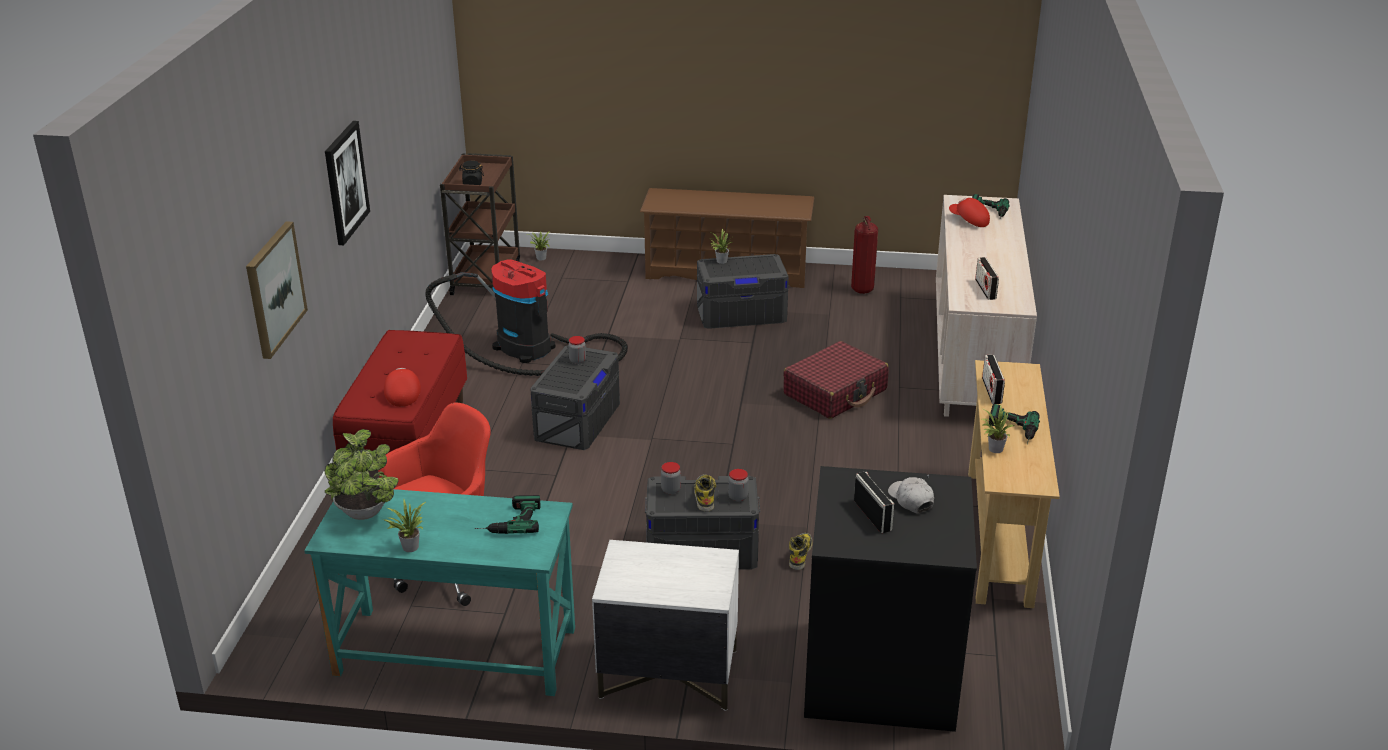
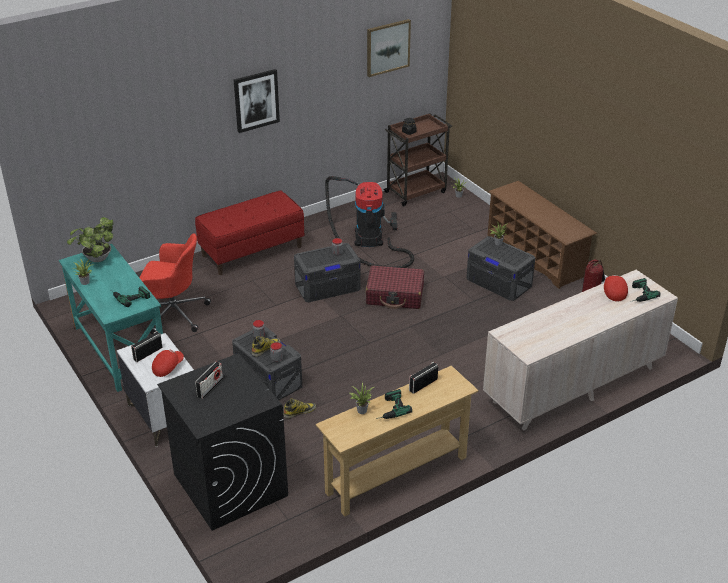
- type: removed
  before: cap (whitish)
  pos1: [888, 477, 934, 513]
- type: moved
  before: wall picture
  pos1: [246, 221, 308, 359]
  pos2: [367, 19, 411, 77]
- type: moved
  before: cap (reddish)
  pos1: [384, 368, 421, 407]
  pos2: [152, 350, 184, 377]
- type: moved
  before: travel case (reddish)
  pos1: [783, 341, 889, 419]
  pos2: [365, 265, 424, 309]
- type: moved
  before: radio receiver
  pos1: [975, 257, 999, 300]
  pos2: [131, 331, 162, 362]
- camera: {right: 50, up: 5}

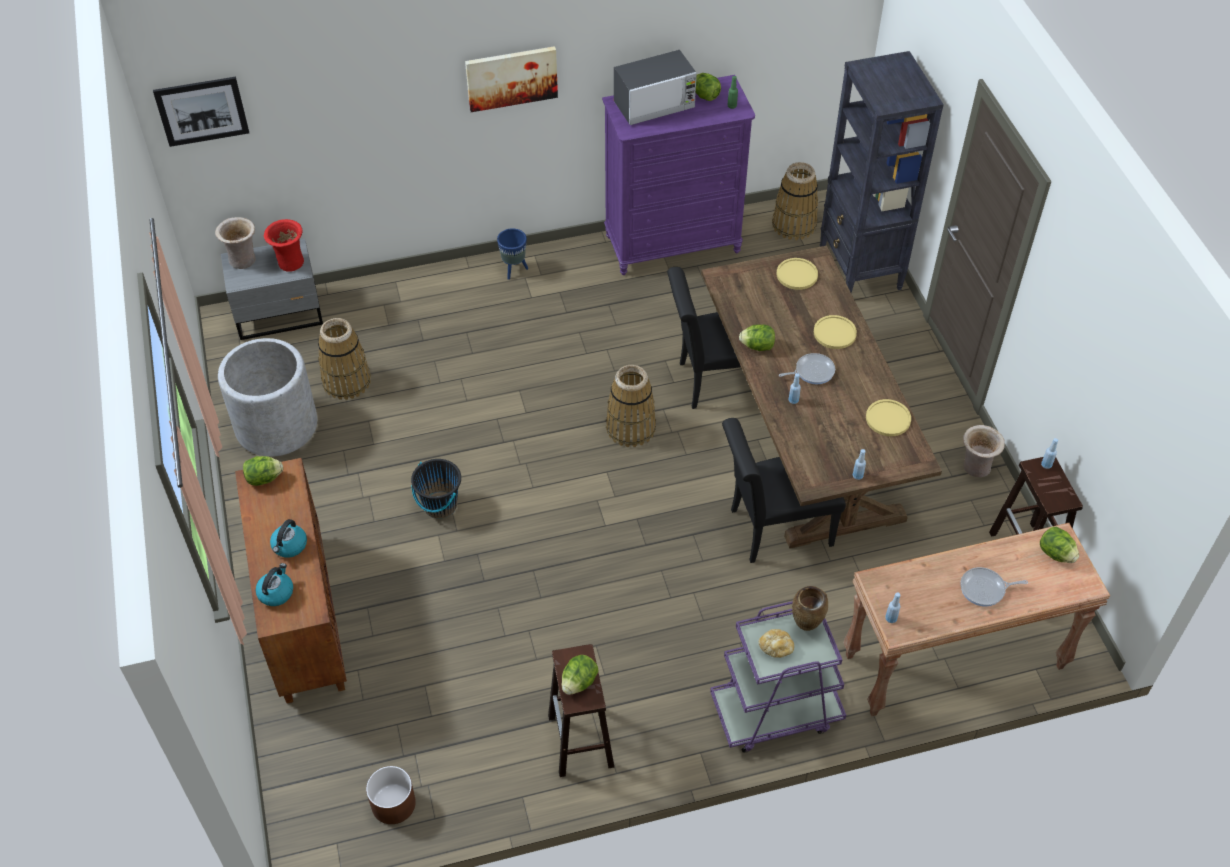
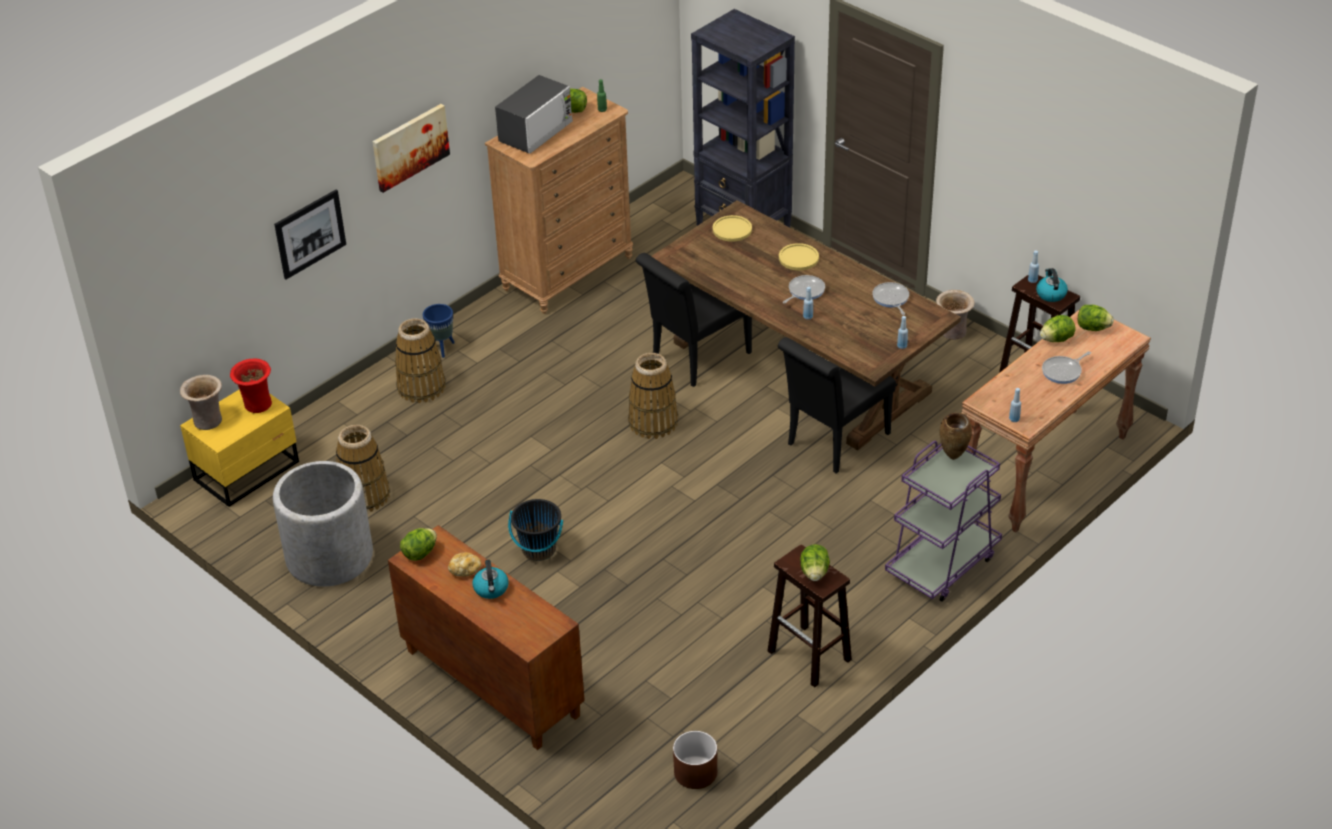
- type: moved
  before: wall picture
  pos1: [153, 77, 249, 147]
  pos2: [274, 190, 346, 280]
- type: moved
  before: kettle
  pos1: [256, 563, 293, 606]
  pos2: [1036, 268, 1068, 302]
- type: moved
  before: lettuce head
  pos1: [739, 324, 775, 351]
  pos2: [1040, 315, 1075, 342]
- type: moved
  before: baked bread
  pos1: [759, 629, 794, 658]
  pos2: [448, 552, 481, 577]
- type: moved
  before: storage basket
  pos1: [772, 162, 818, 240]
  pos2: [395, 318, 446, 403]
- type: replaced
  before: dinner plate (yellow-coloured)
  after: skillet
  pos1: [866, 399, 911, 436]
  pos2: [872, 282, 909, 315]
- type: recoloured
  before: bedside table (grey)
  after: bedside table (yellow-coloured)
  pos1: [221, 239, 323, 340]
  pos2: [180, 389, 299, 507]
- type: recoloured
  before: drawer chest (purple)
  after: drawer chest (brown)
  pos1: [602, 75, 755, 275]
  pos2: [485, 87, 633, 314]
- camera: {right: -30, up: -10}

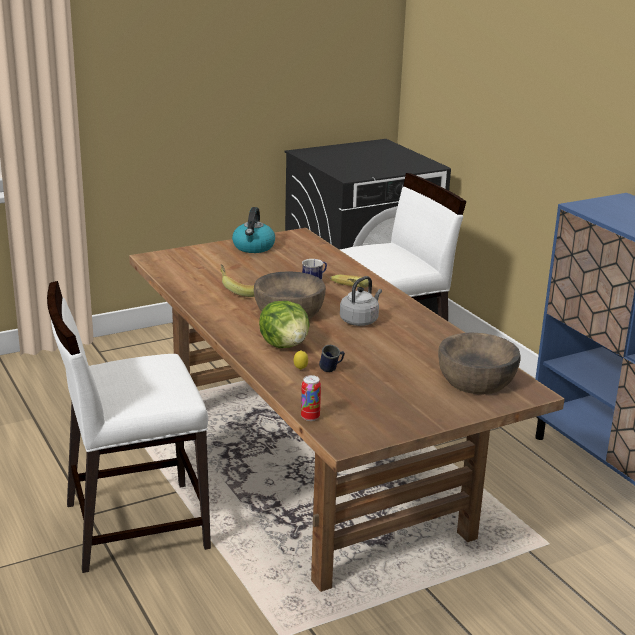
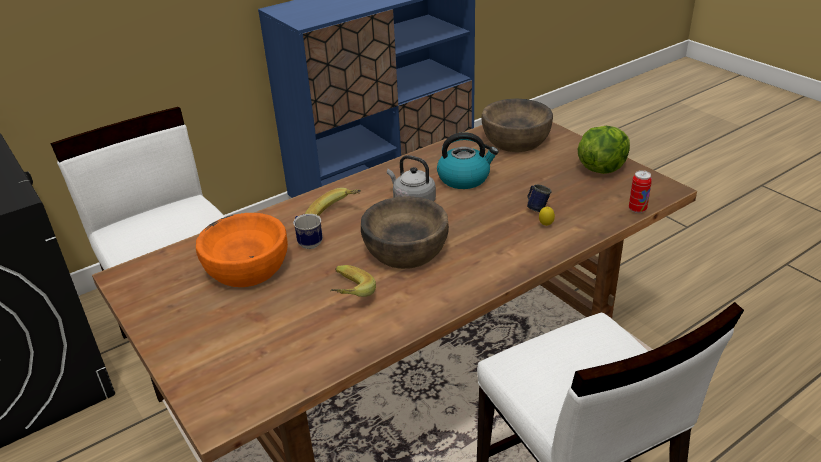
- type: added
  after: deep dish (orangey)
  pos2: [196, 213, 288, 287]
- type: moved
  before: kettle
  pos1: [232, 207, 275, 253]
  pos2: [437, 132, 499, 189]
- type: moved
  before: lettuce head
  pos1: [259, 301, 310, 348]
  pos2: [578, 126, 630, 174]
- camera: {right: -95, up: 10}

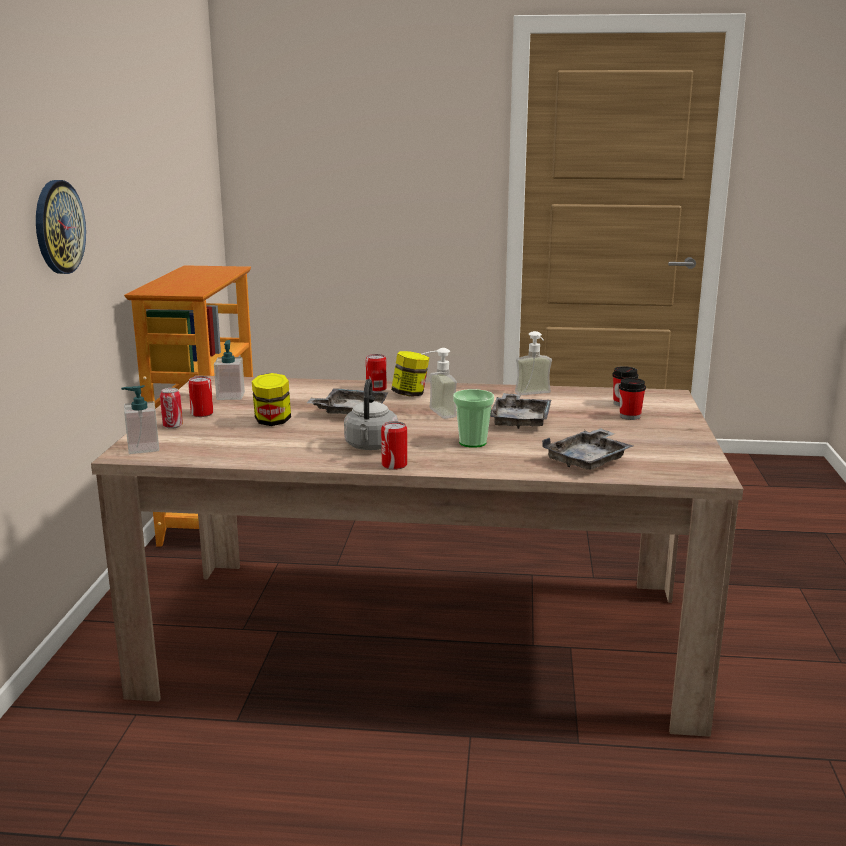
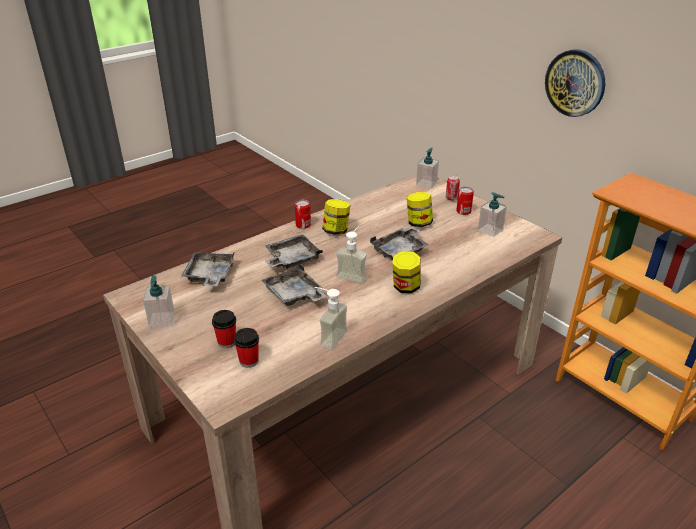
- type: removed
  before: can
  pos1: [366, 354, 387, 392]
- type: added
  after: liquid soap bottle
  pos2: [143, 275, 175, 327]
- type: replaced
  before: kettle (grey)
  after: storage jar
  pos1: [344, 379, 398, 450]
  pos2: [322, 199, 350, 235]
- type: replaced
  before: small cup
  after: tray (grey)
  pos1: [453, 389, 494, 448]
  pos2: [265, 234, 323, 269]
- camera: {right: 135, up: 15}

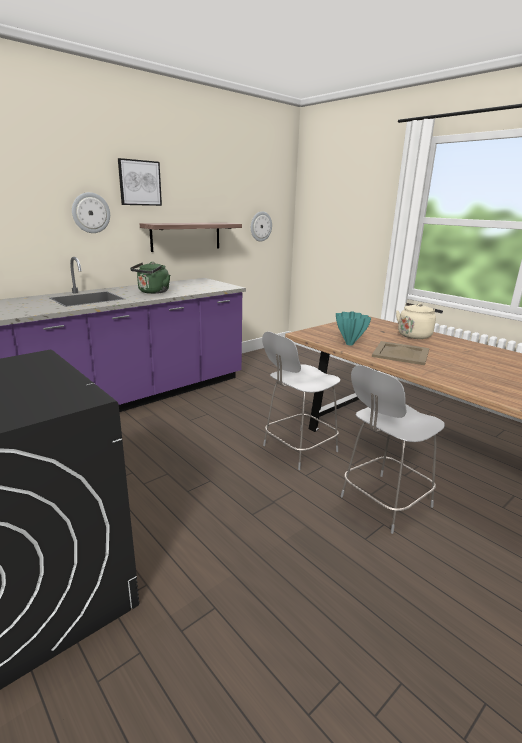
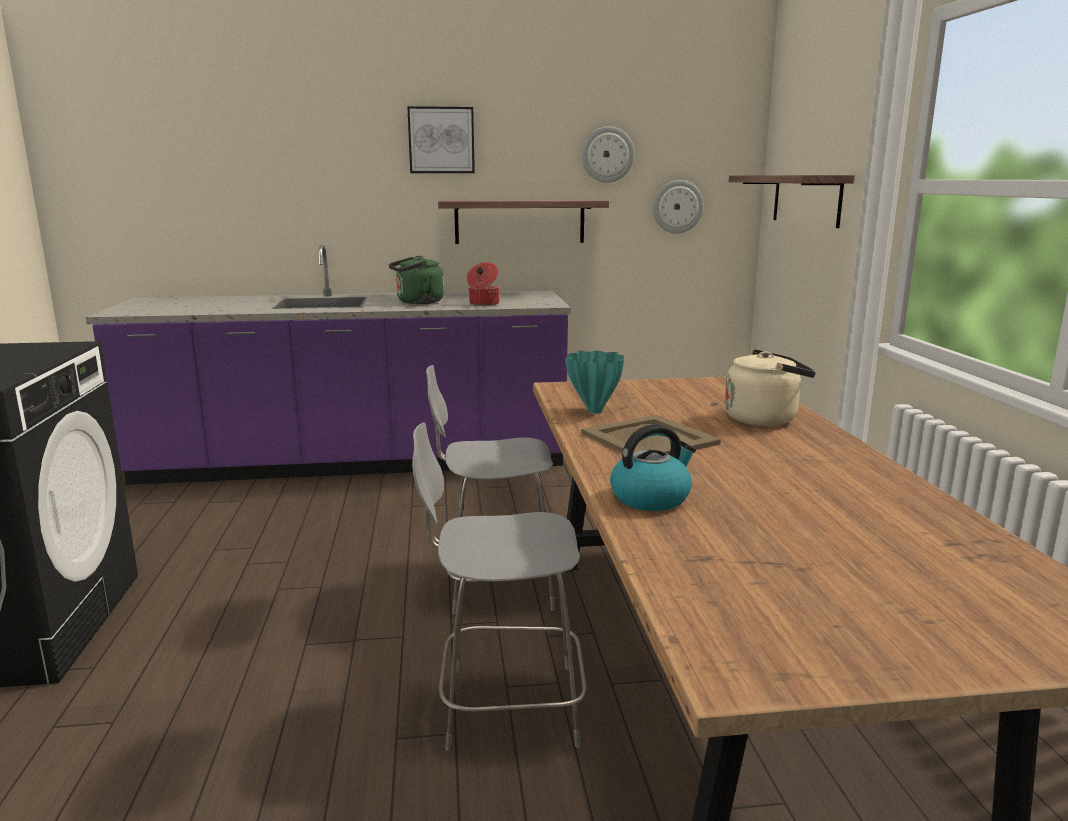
- type: added
  after: cooking pot
  pos2: [467, 262, 500, 306]
- type: added
  after: kettle
  pos2: [610, 424, 696, 511]
- type: added
  after: bracket shelf
  pos2: [729, 175, 855, 228]
- type: moved
  before: wall clock
  pos1: [72, 192, 110, 233]
  pos2: [582, 126, 634, 183]
- camera: {right: 35, up: -5}

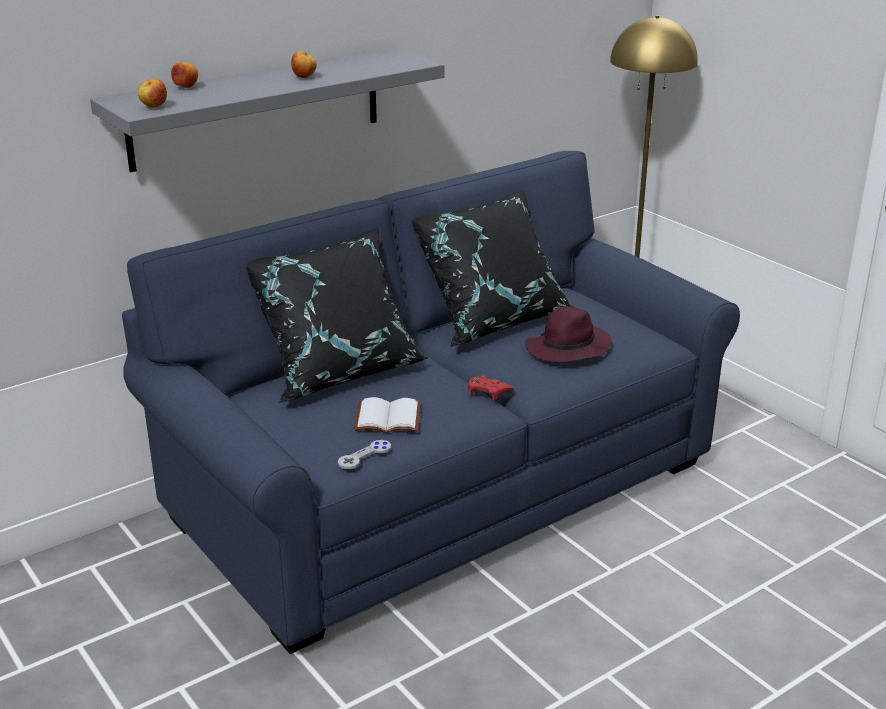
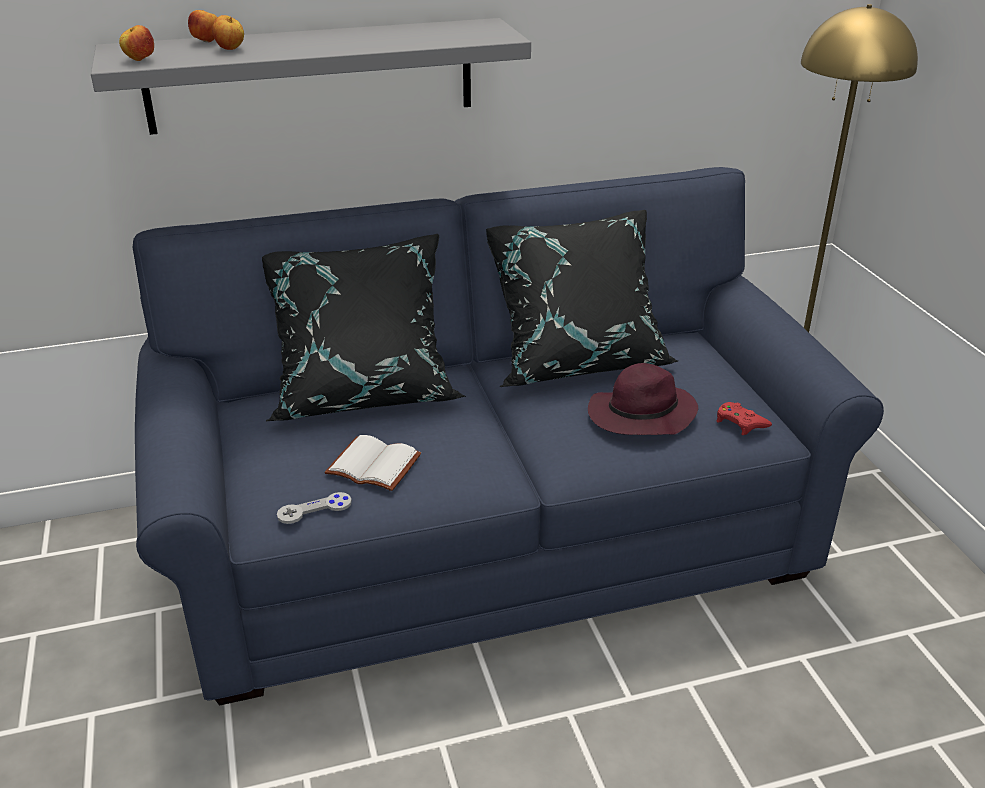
- type: moved
  before: whole apple
  pos1: [291, 51, 317, 78]
  pos2: [212, 15, 244, 50]
- type: moved
  before: joypad (reddish)
  pos1: [468, 375, 514, 401]
  pos2: [717, 402, 772, 435]
- camera: {right: 20, up: 5}

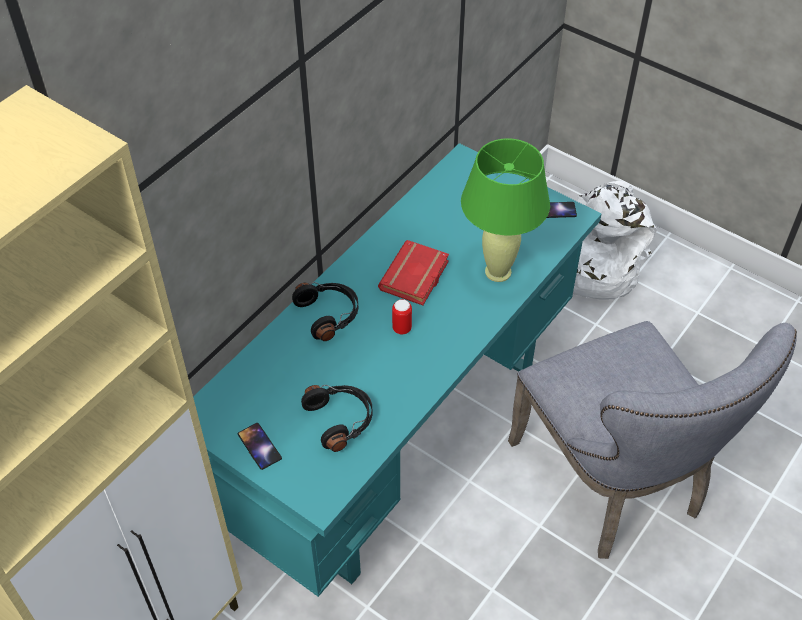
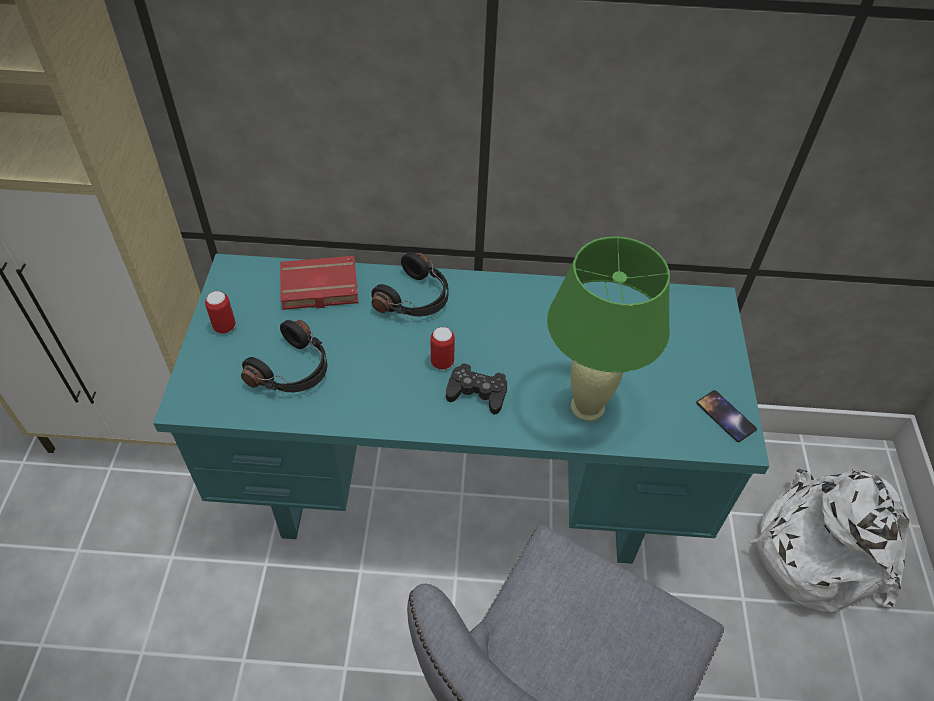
- type: added
  after: joypad (blackish)
  pos2: [446, 363, 507, 415]
- type: moved
  before: book (reddish)
  pos1: [378, 240, 449, 305]
  pos2: [280, 256, 358, 310]
- type: replaced
  before: handset
  after: can
  pos1: [238, 423, 282, 470]
  pos2: [205, 291, 236, 333]
- camera: {right: 55, up: 0}

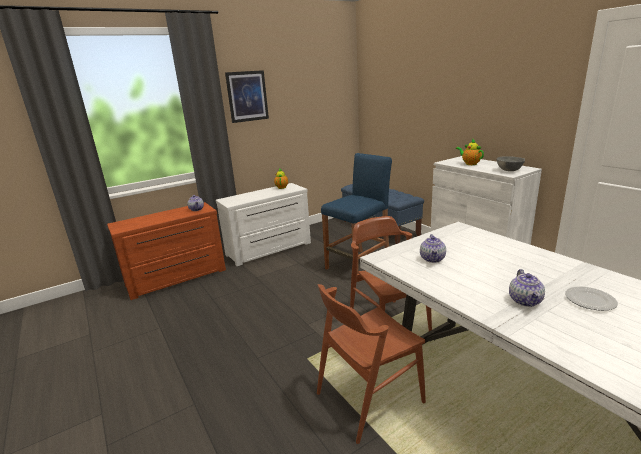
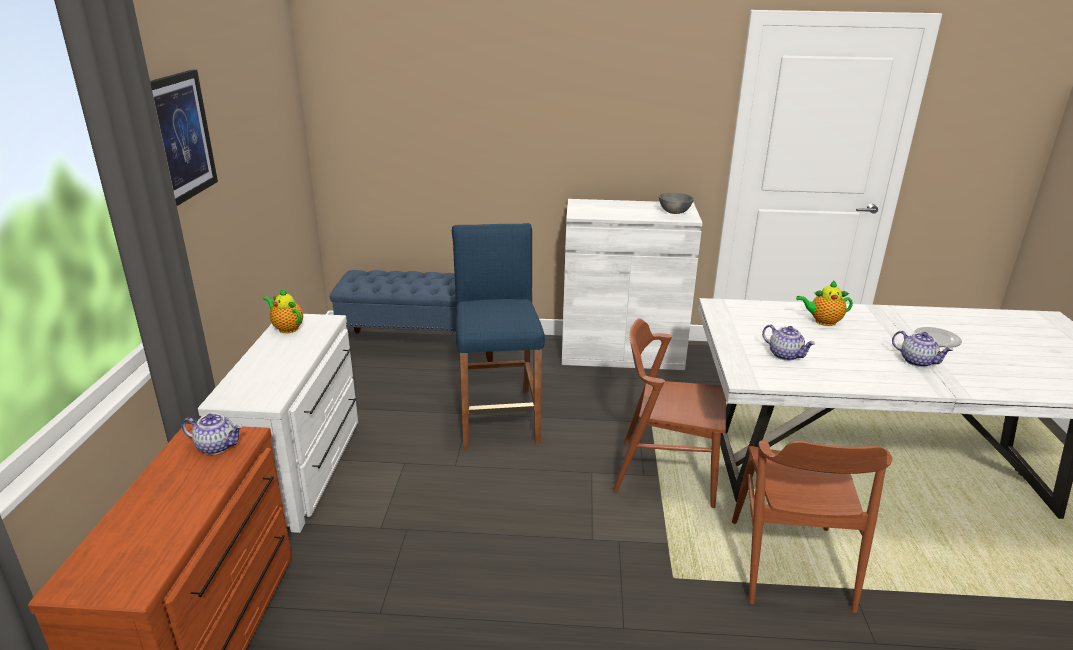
- type: moved
  before: pot for tea
  pos1: [456, 139, 484, 165]
  pos2: [796, 280, 853, 326]
- camera: {right: -55, up: 5}

